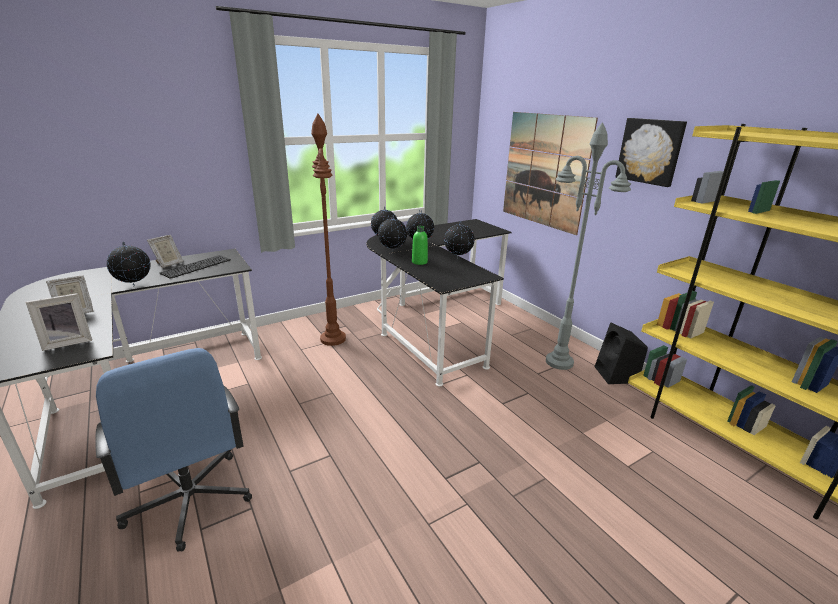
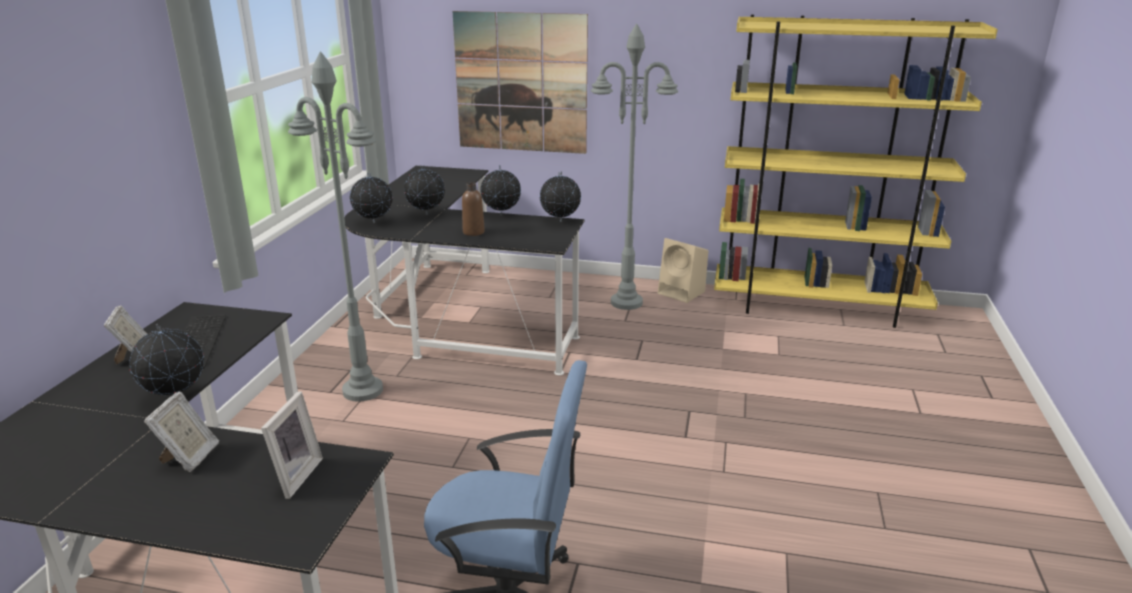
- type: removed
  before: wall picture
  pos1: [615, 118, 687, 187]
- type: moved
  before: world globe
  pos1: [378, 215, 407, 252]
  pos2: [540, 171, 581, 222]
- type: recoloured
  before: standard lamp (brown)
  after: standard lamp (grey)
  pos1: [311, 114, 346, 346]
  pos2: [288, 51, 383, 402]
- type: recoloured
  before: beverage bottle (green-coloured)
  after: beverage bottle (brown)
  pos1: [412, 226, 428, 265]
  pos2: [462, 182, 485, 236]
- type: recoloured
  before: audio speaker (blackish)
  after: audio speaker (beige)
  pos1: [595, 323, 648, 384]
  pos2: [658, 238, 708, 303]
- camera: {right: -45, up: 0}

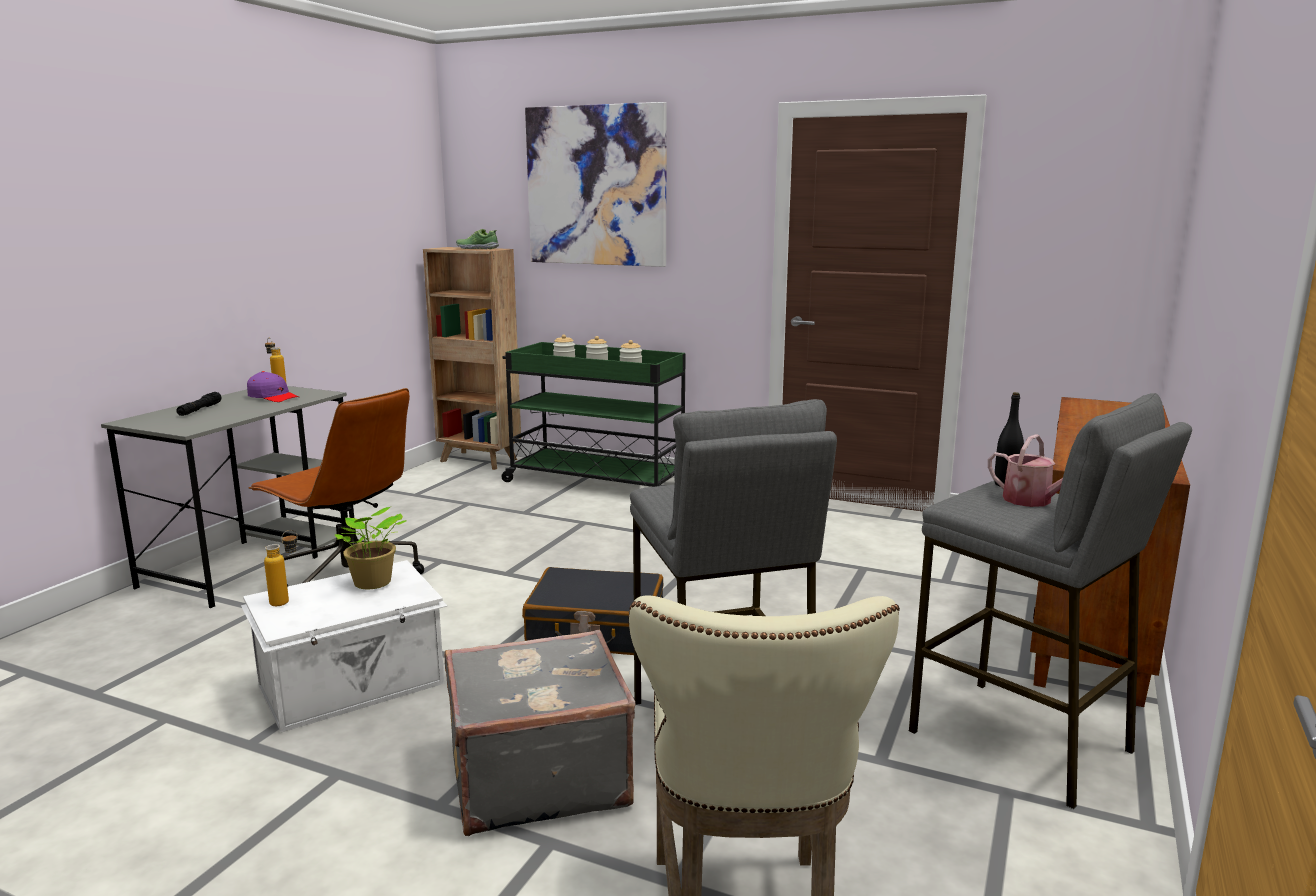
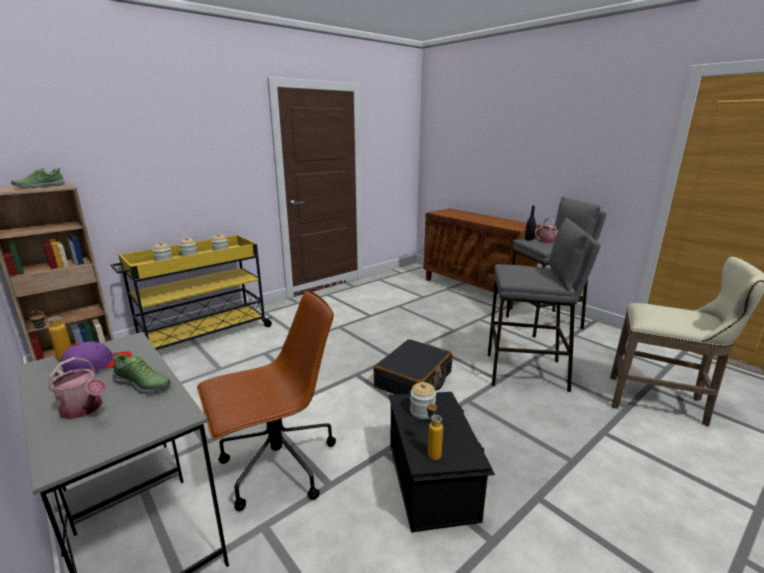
- type: removed
  before: travel case (grey)
  pos1: [445, 630, 635, 836]
- type: removed
  before: wall picture
  pos1: [525, 102, 667, 267]
- type: added
  after: item of footwear
  pos2: [112, 352, 171, 394]
- type: replaced
  before: flashlight (blackish)
  after: watering pot
  pos1: [176, 392, 222, 416]
  pos2: [48, 357, 106, 419]
- type: replaced
  before: potted plant
  after: storage jar
  pos1: [335, 507, 406, 590]
  pos2: [410, 382, 436, 420]
- type: recoloured
  before: storage bin (whitish)
  after: storage bin (blackish)
  pos1: [241, 560, 447, 733]
  pos2: [389, 392, 495, 533]
- type: recoloured
  before: wheeled cart (green-coloured)
  after: wheeled cart (yellow-coloured)
  pos1: [502, 342, 685, 487]
  pos2: [110, 235, 273, 350]
- camera: {right: -65, up: 5}

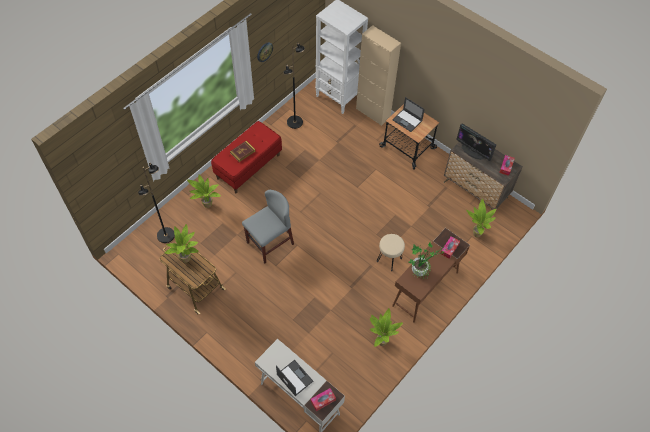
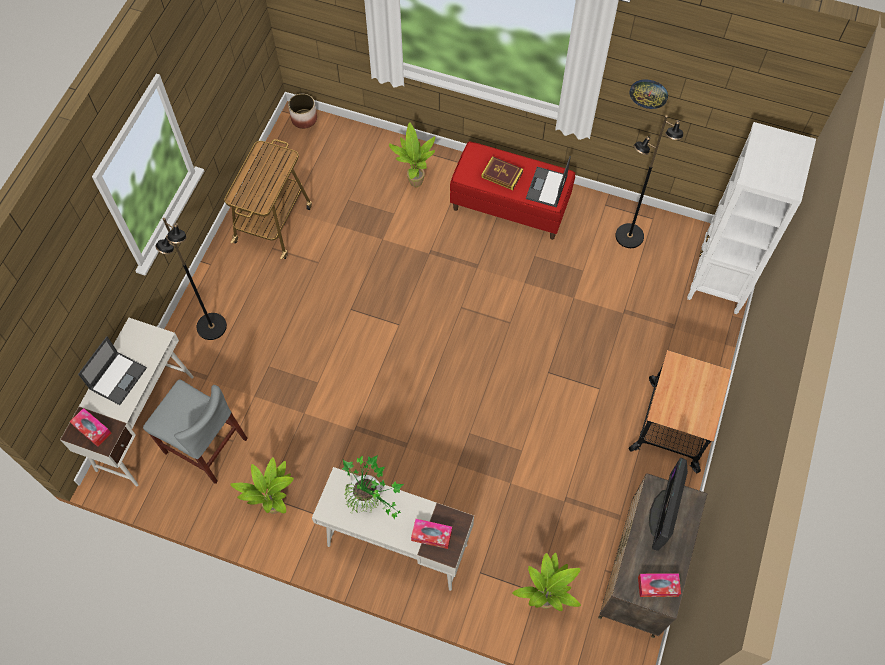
- type: removed
  before: potted plant
  pos1: [164, 224, 198, 263]
- type: removed
  before: cabinet (beige)
  pos1: [356, 25, 401, 126]
- type: removed
  before: stool seat (beige)
  pos1: [377, 234, 405, 271]
- type: added
  after: plant pot
  pos2: [288, 94, 317, 129]
- type: moved
  before: standard lamp (blackish)
  pos1: [138, 163, 175, 243]
  pos2: [155, 218, 227, 340]
- type: moved
  before: plain chair (grey)
  pos1: [242, 190, 294, 263]
  pos2: [143, 379, 248, 484]
- type: moved
  before: laptop
  pos1: [392, 97, 425, 132]
  pos2: [526, 156, 571, 208]
- type: recoloured
  before: desk table (brown)
  after: desk table (whitish)
  pos1: [392, 228, 470, 323]
  pos2: [312, 467, 474, 591]
- camera: {right: 70, up: 5}

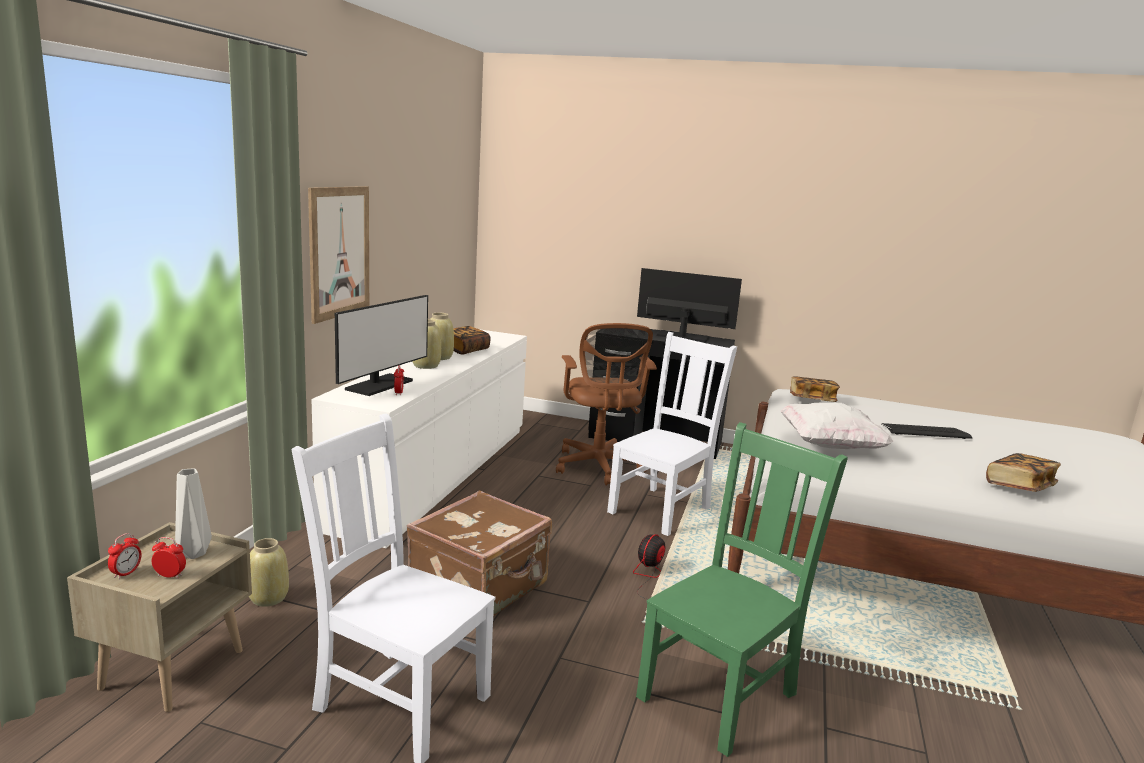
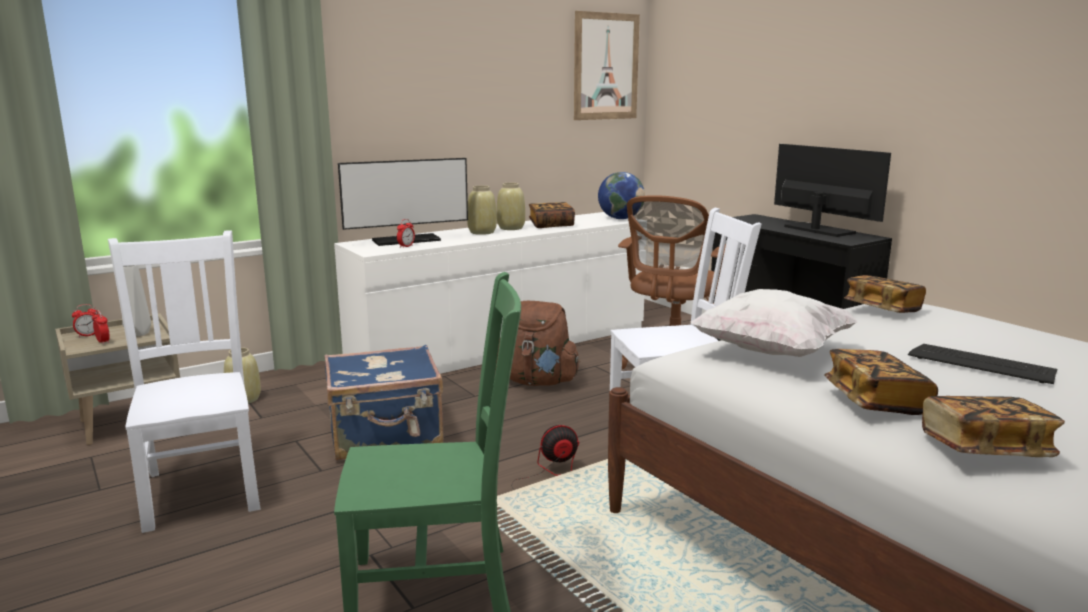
- type: added
  after: rucksack (brown)
  pos2: [496, 301, 580, 386]
- type: added
  after: world globe
  pos2: [598, 172, 645, 219]
- type: added
  after: book
  pos2: [825, 349, 938, 415]
- type: moved
  before: wall picture
  pos1: [308, 186, 369, 324]
  pos2: [574, 11, 640, 120]
- type: recoloured
  before: travel case (brown)
  after: travel case (blue-coloured)
  pos1: [407, 490, 552, 616]
  pos2: [324, 345, 444, 460]
- camera: {right: 40, up: 0}

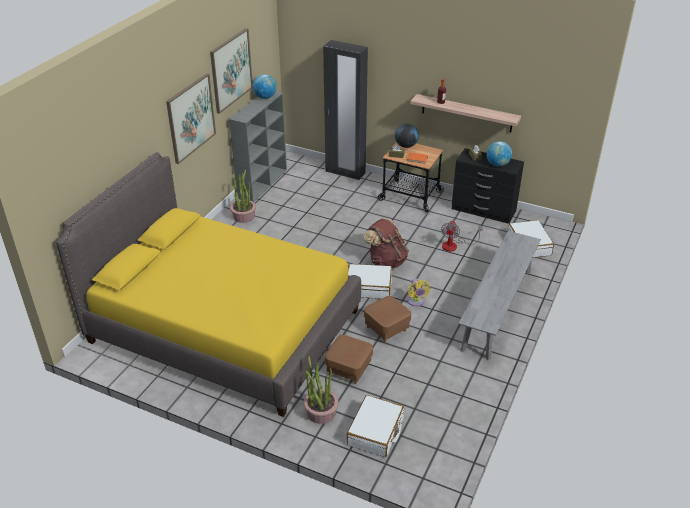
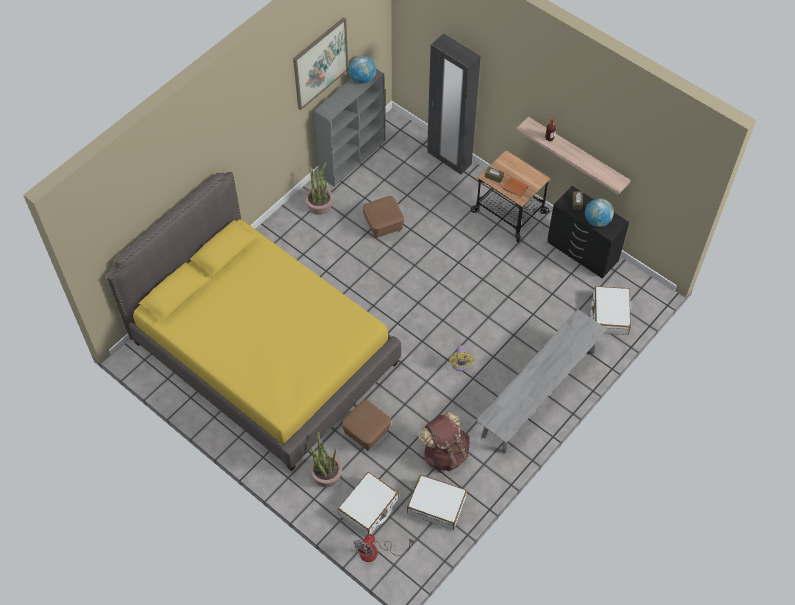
- type: removed
  before: wall picture
  pos1: [166, 73, 216, 164]
- type: removed
  before: world globe
  pos1: [395, 124, 419, 148]
- type: moved
  before: travel case (whitish)
  pos1: [348, 264, 392, 299]
  pos2: [407, 475, 467, 530]
- type: moved
  before: rucksack (brown)
  pos1: [364, 218, 409, 268]
  pos2: [418, 412, 470, 471]
- type: moved
  before: footrest (brown)
  pos1: [364, 296, 411, 343]
  pos2: [363, 196, 404, 239]
- type: moved
  before: fan
  pos1: [441, 221, 483, 251]
  pos2: [354, 534, 414, 562]
- camera: {right: 15, up: 20}

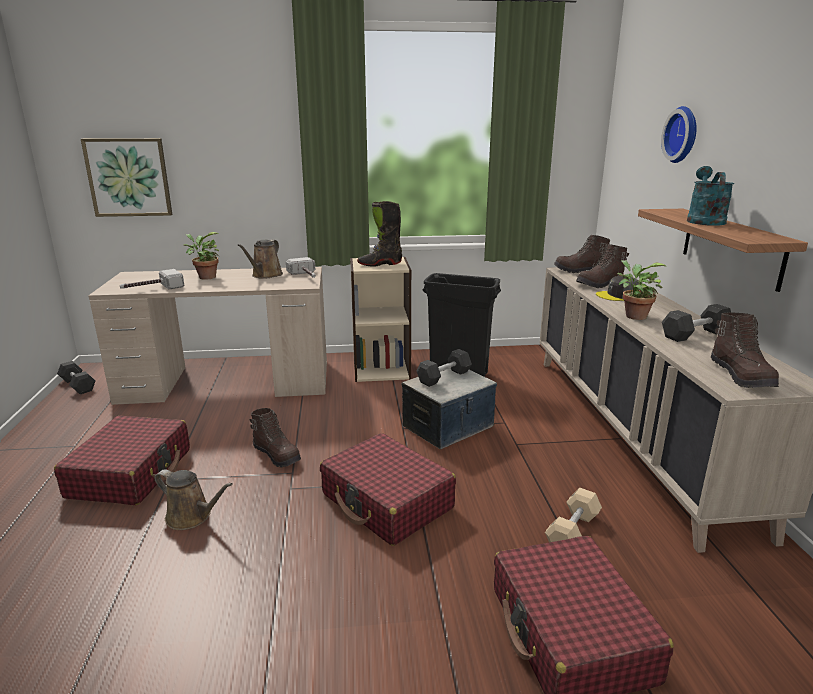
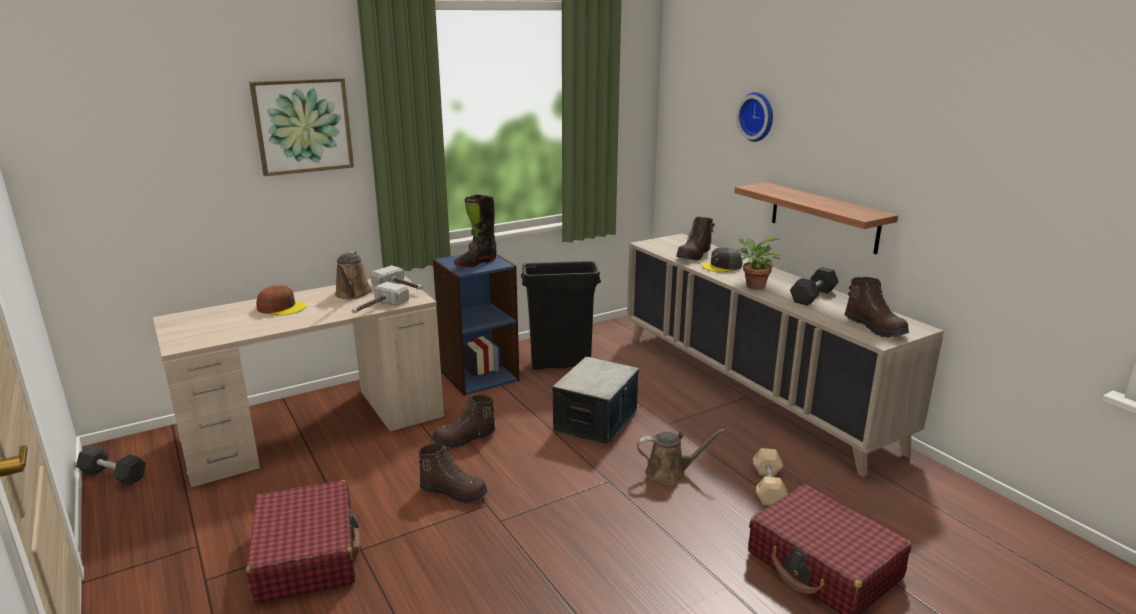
- type: removed
  before: travel case (reddish)
  pos1: [320, 433, 456, 546]
- type: removed
  before: dumbbell (grey)
  pos1: [416, 349, 472, 387]
- type: removed
  before: watering pot (turquoise-coloured)
  pos1: [687, 166, 734, 226]
- type: moved
  before: wall picture
  pos1: [81, 138, 172, 217]
  pos2: [249, 78, 354, 176]
- type: moved
  before: hand hammer
  pos1: [120, 269, 184, 289]
  pos2: [352, 282, 409, 313]
- type: moved
  before: watering pot (brown)
  pos1: [155, 469, 233, 530]
  pos2: [637, 429, 725, 485]
- type: moved
  before: boot (brown)
  pos1: [554, 235, 610, 273]
  pos2: [432, 395, 495, 448]
- type: replaced
  before: potted plant
  after: cap (brown)
  pos1: [183, 232, 220, 280]
  pos2: [256, 285, 306, 316]
- type: recoloured
  before: bookcase (beige)
  after: bookcase (blue-coloured)
  pos1: [350, 257, 411, 382]
  pos2: [433, 254, 519, 396]
- camera: {right: -25, up: 0}

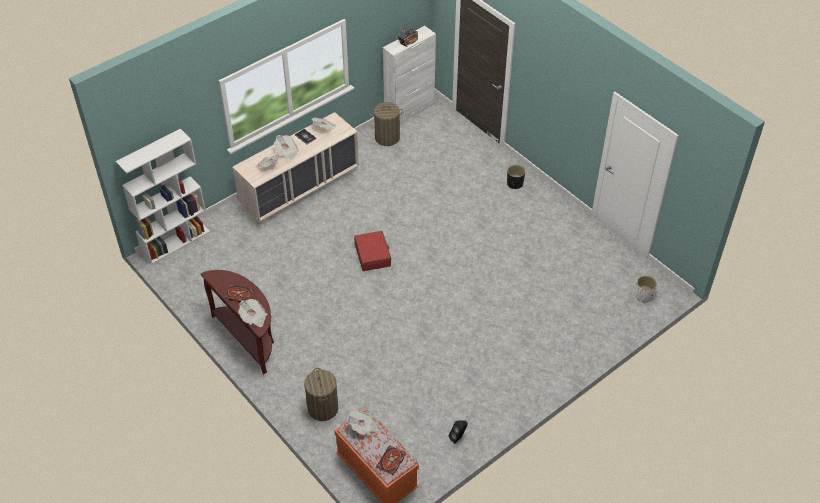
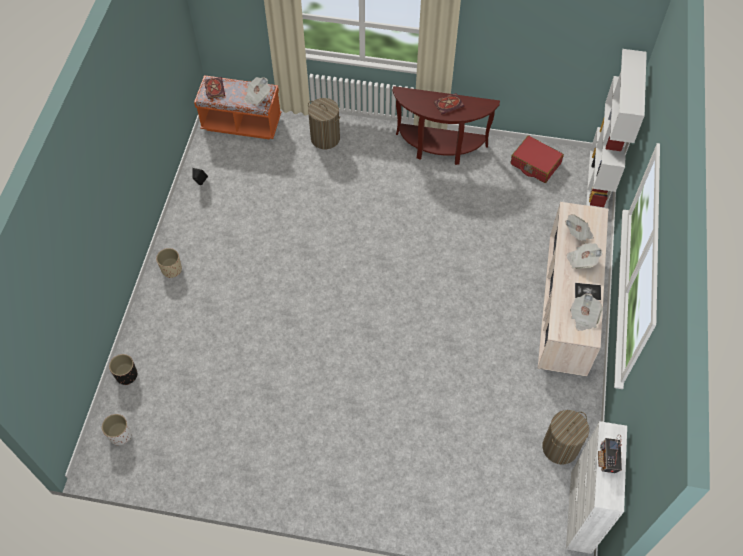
- type: removed
  before: daily paper
  pos1: [238, 299, 267, 327]
- type: added
  after: plant pot (beige)
  pos2: [156, 248, 182, 278]
- type: moved
  before: travel case (reddish)
  pos1: [354, 231, 391, 271]
  pos2: [510, 135, 564, 183]
- type: moved
  before: plant pot (blackish)
  pos1: [507, 165, 525, 189]
  pos2: [109, 354, 138, 385]
- camera: {right: 140, up: 10}

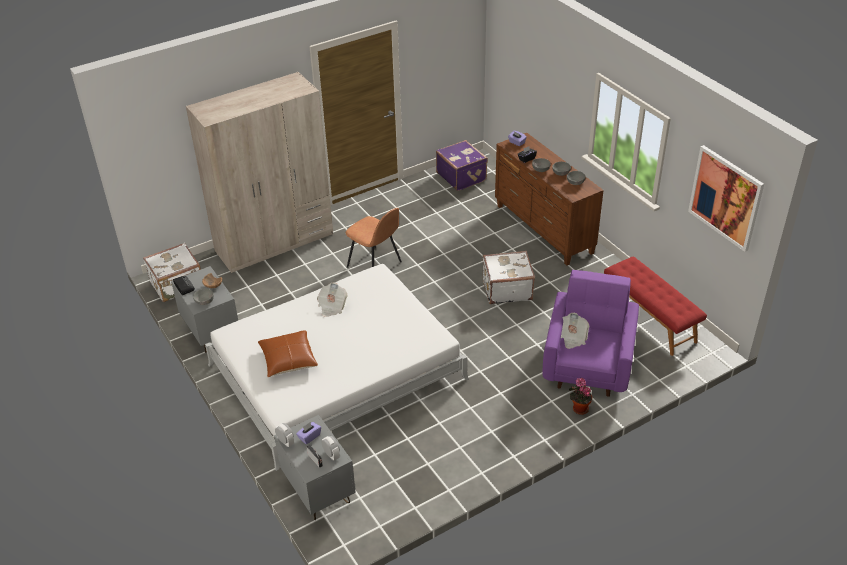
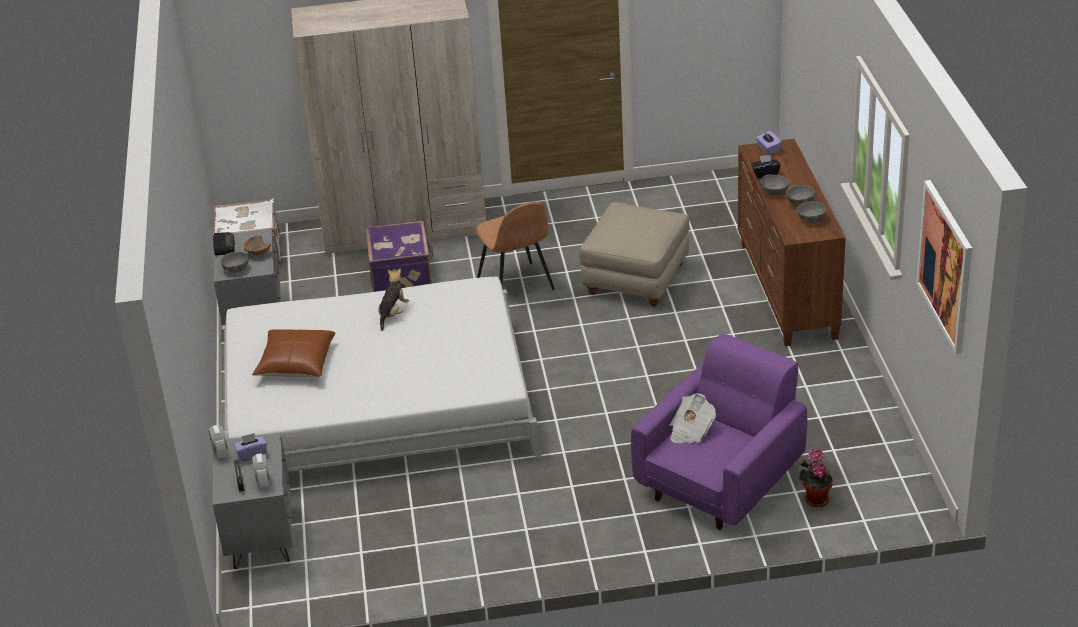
- type: removed
  before: travel case (whitish)
  pos1: [483, 251, 535, 304]
- type: removed
  before: bench (reddish)
  pos1: [604, 256, 707, 356]
- type: added
  after: footrest (beige)
  pos2: [580, 202, 689, 306]
- type: moved
  before: travel case (purple)
  pos1: [436, 140, 488, 191]
  pos2: [366, 221, 434, 292]
- type: moved
  before: potted plant
  pos1: [569, 378, 592, 415]
  pos2: [799, 449, 833, 507]
- type: replaced
  before: daily paper
  after: cuddly toy
  pos1: [317, 283, 347, 317]
  pos2: [378, 268, 409, 331]
- camera: {right: 25, up: -5}

